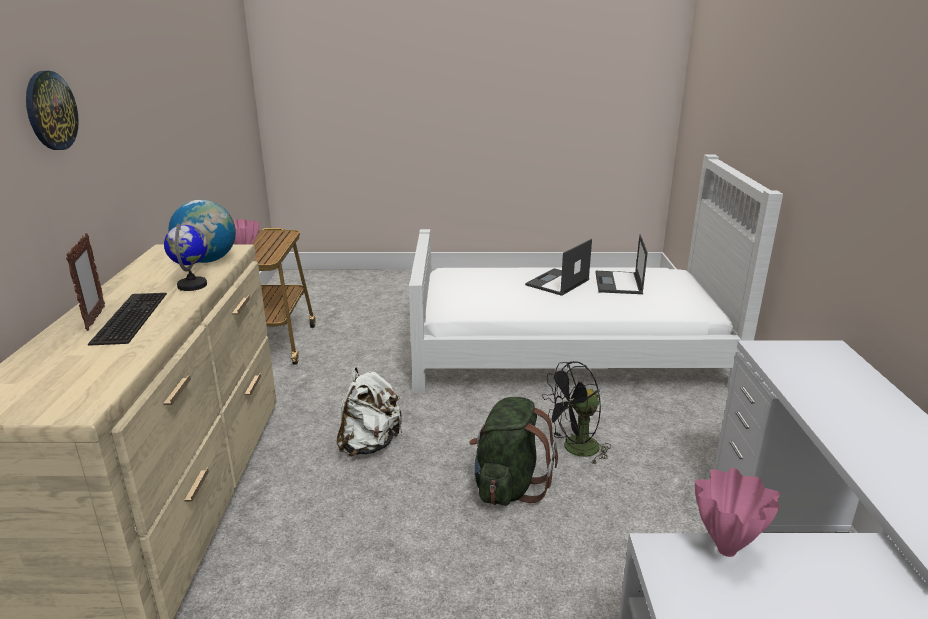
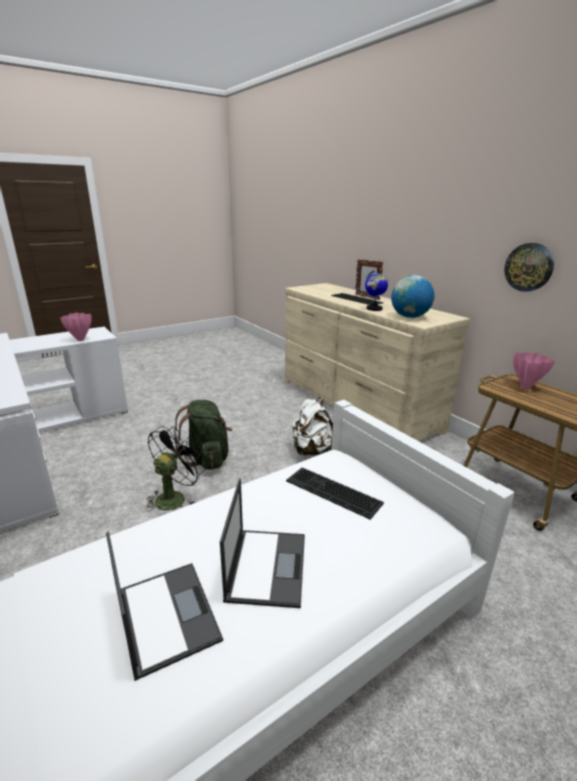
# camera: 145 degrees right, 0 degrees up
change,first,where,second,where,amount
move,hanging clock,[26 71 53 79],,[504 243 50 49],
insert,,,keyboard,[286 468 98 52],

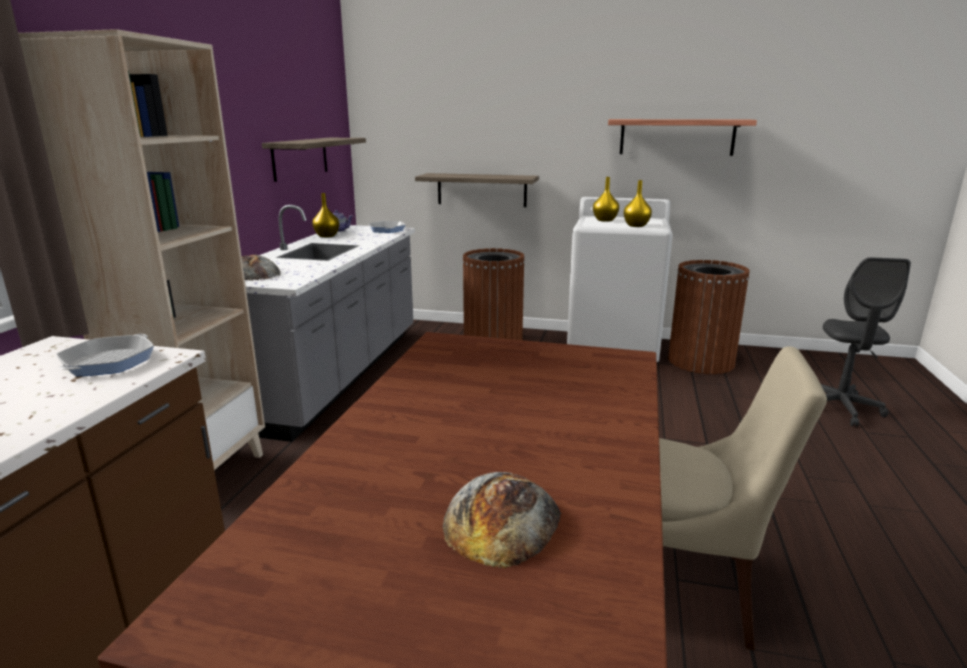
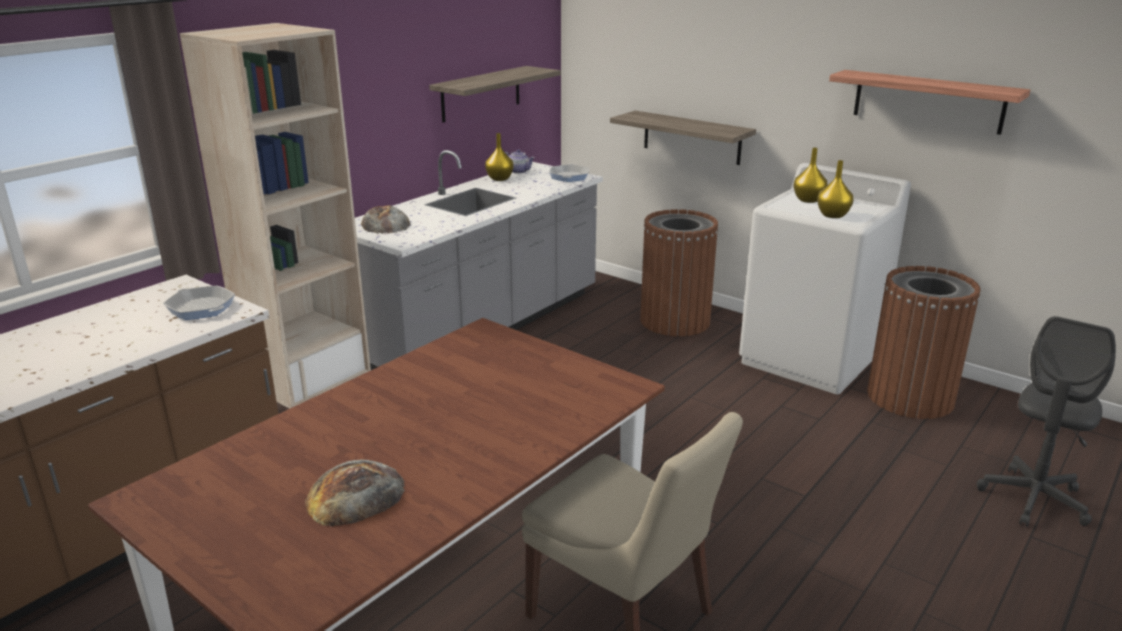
# camera: 25 degrees right, 5 degrees up
change,first,where,second,where,amount
rotate,frying pan,[56 334 98 42],,[163 286 72 34],90 degrees counterclockwise

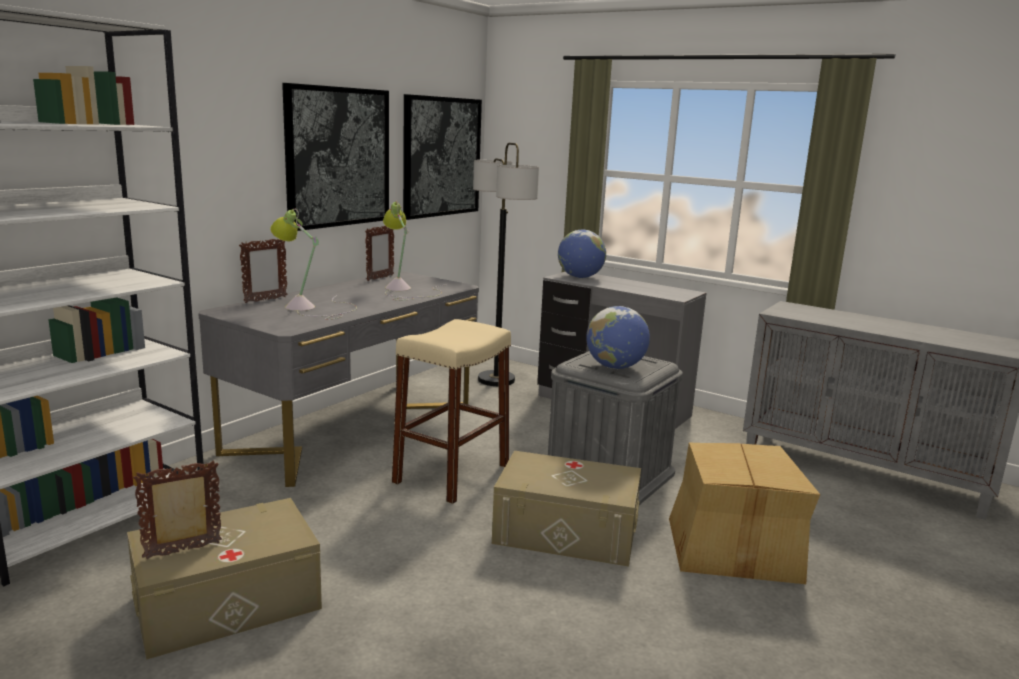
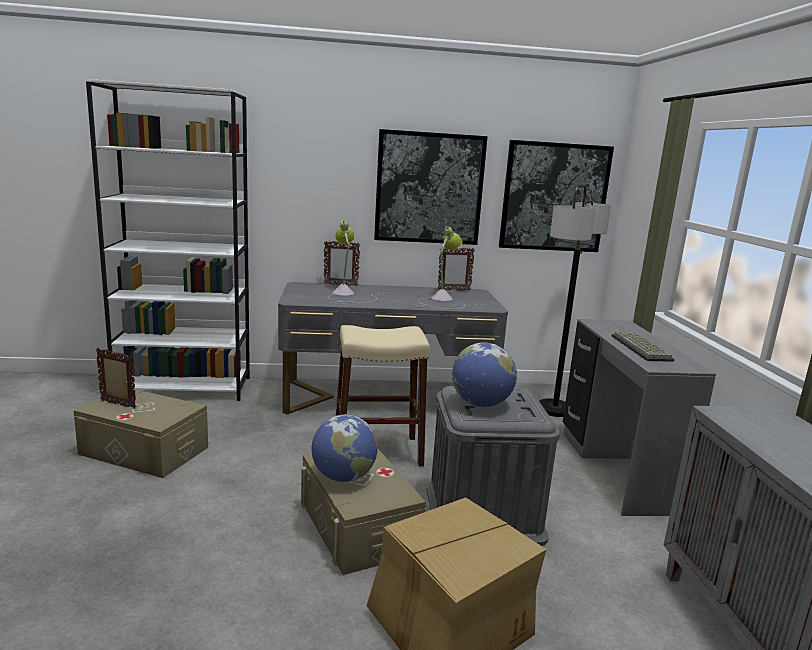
# camera: 50 degrees right, 0 degrees up
change,first,where,second,where,amount
move,world globe,[558 229 48 49],,[312 415 66 67],
insert,,,keyboard,[612 332 62 30],

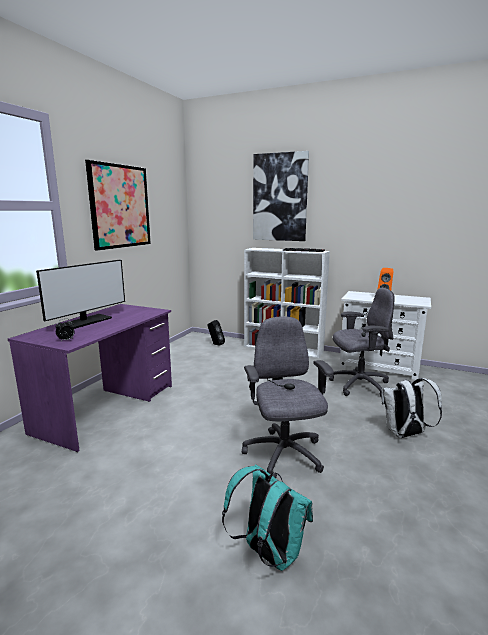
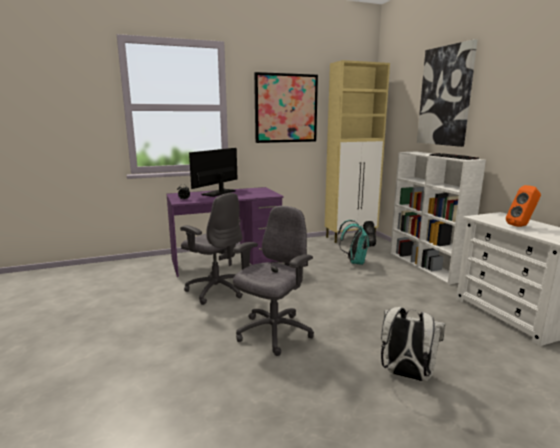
# camera: 45 degrees right, 0 degrees up
change,first,where,second,where,amount
rotate,computer display,[36 260 89 69],,[189 148 48 49],135 degrees clockwise
move,gray office chair,[329 288 66 108],,[180 193 63 112],
move,turquoise rucksack,[222 464 91 107],,[337 220 32 45],
insert,,,beige storage cabinet,[325 60 65 183],

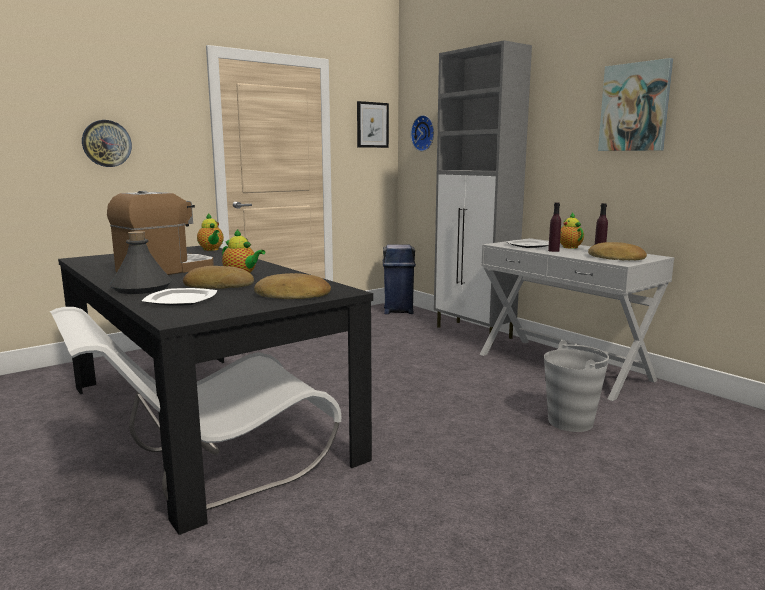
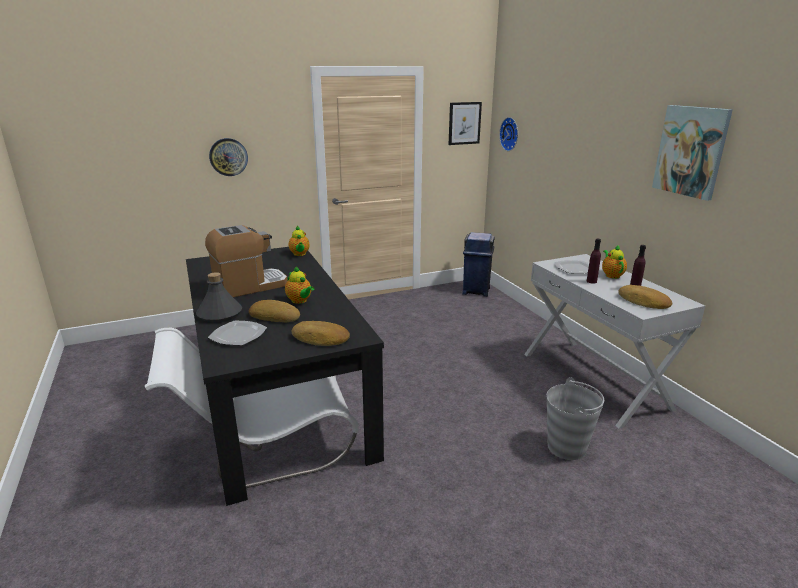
# camera: 15 degrees right, 10 degrees up
change,first,where,second,where,amount
delete,gray storage cabinet,[434 40 98 299],,,

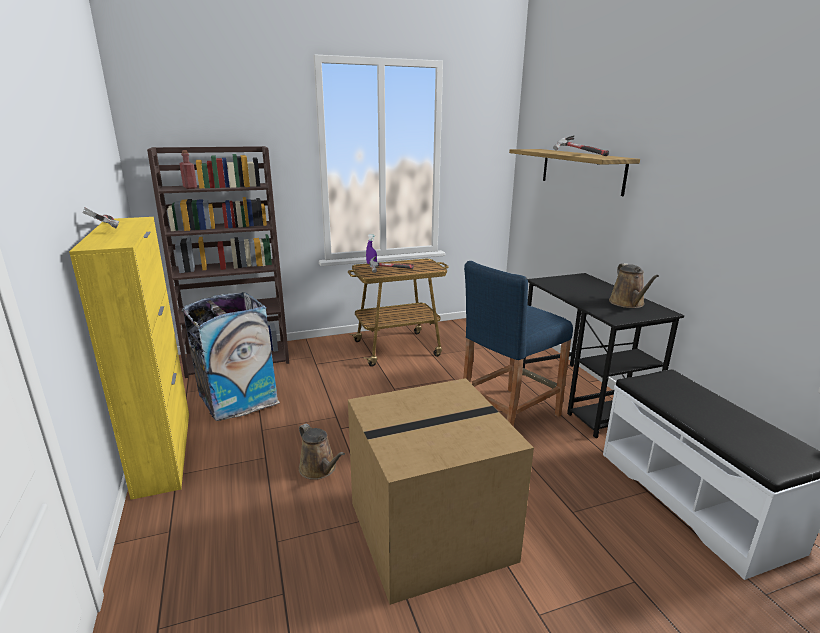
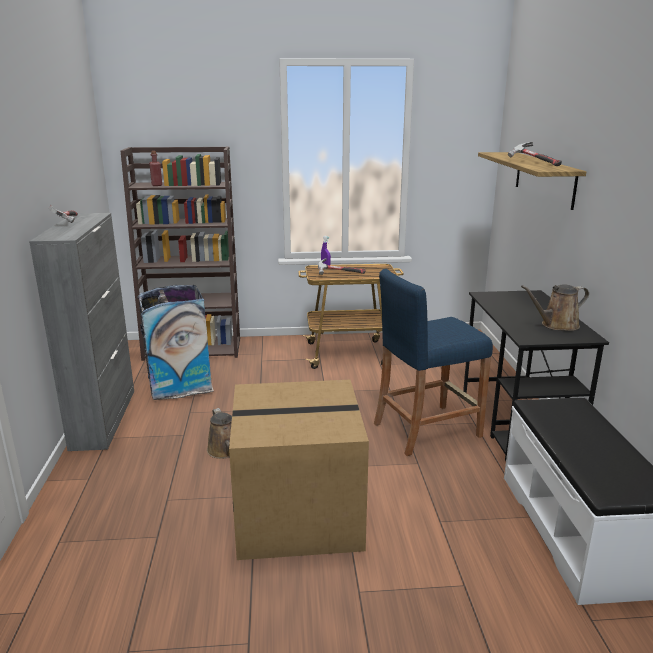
# camera: 15 degrees right, 0 degrees up
change,first,where,second,where,amount
recolor,yellowish storage cabinet,[69 217 120 283],gray storage cabinet,[29 213 105 238],
rotate,brownish watering can,[609 263 50 45],,[521 284 68 47],60 degrees clockwise

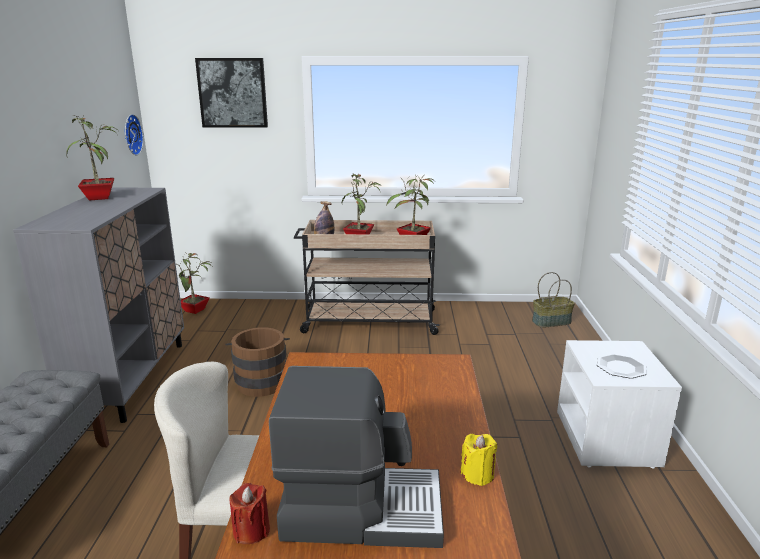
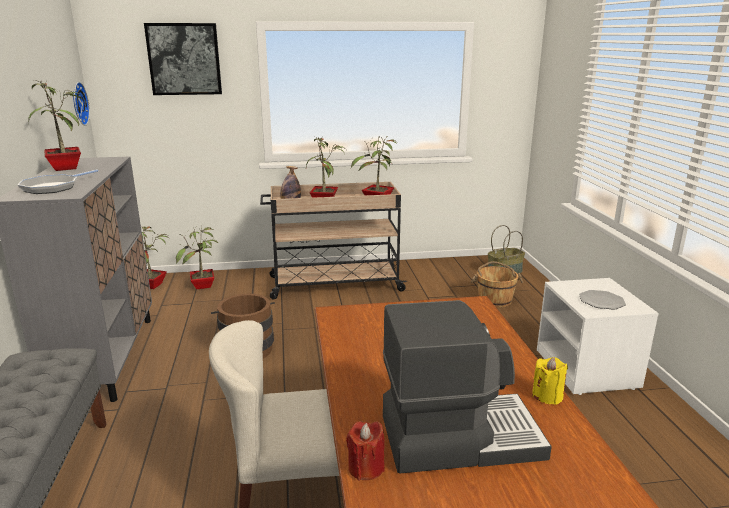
# camera: 10 degrees left, 0 degrees up
change,first,where,second,where,amount
insert,,,frying pan,[18 170 80 24],
insert,,,plant in a pot,[176 227 43 62],
insert,,,brownish water bucket,[471 261 53 47],

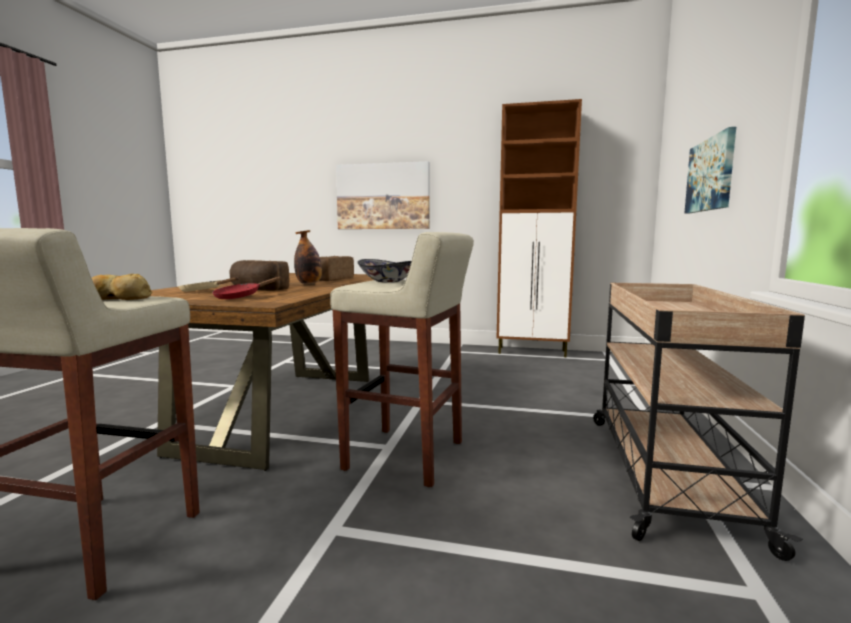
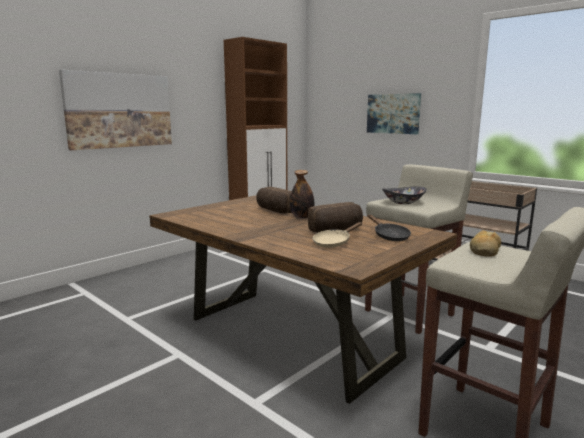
# camera: 60 degrees left, 5 degrees up
change,first,where,second,where,amount
recolor,red-coloured frying pan,[212 276 69 23],blackish frying pan,[368 215 43 26],

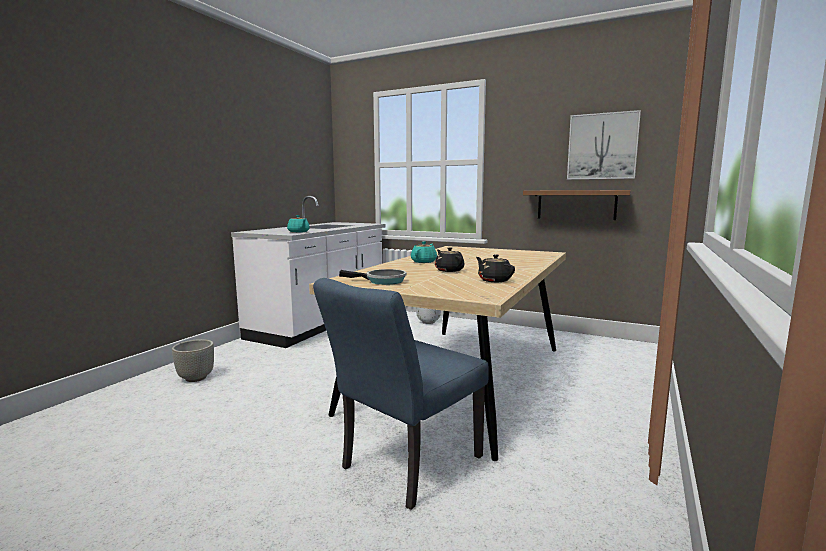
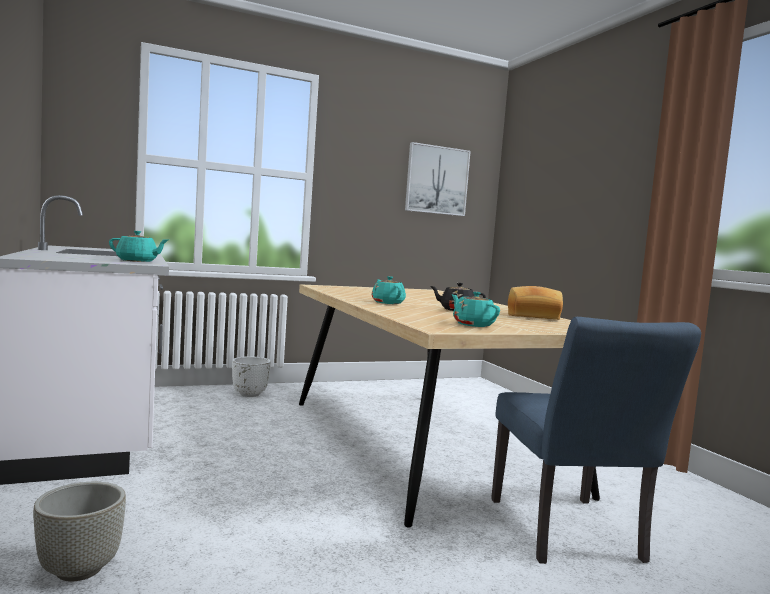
# camera: 50 degrees left, 5 degrees down
change,first,where,second,where,amount
delete,brownish shelf,[523 190 108 30],,,
replace,blackish tea pot,[476 254 39 28],bakery bread,[508 286 55 34],
replace,frying pan,[339 269 67 16],turquoise tea pot,[452 292 48 35],

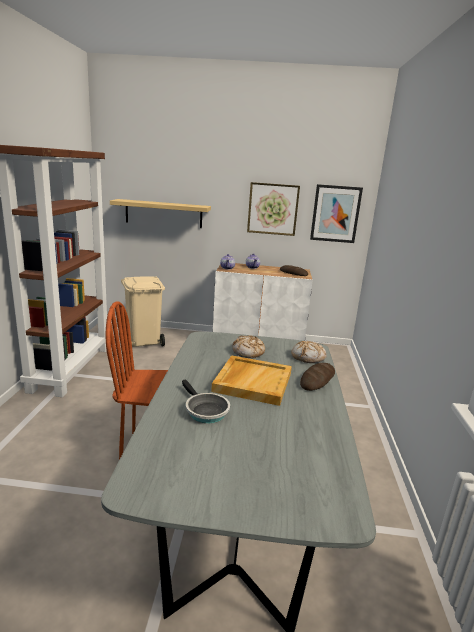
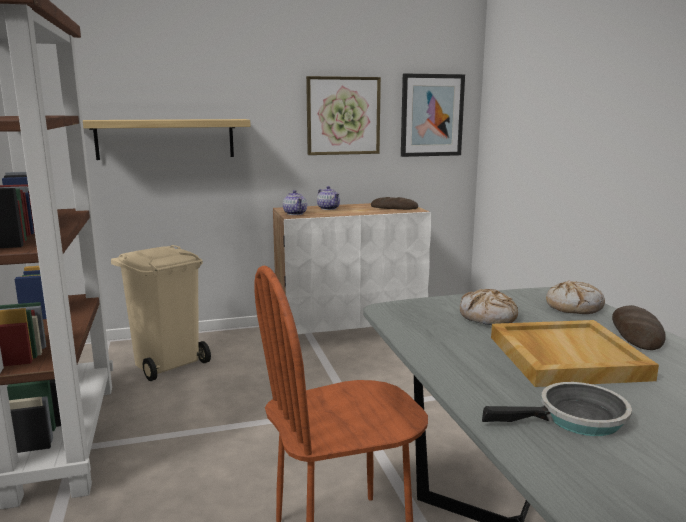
# camera: 20 degrees left, 5 degrees down
change,first,where,second,where,amount
rotate,frying pan,[182 379 48 44],,[482 382 150 54],45 degrees counterclockwise

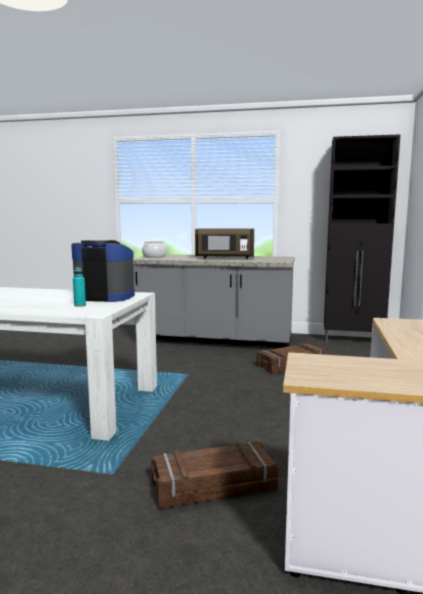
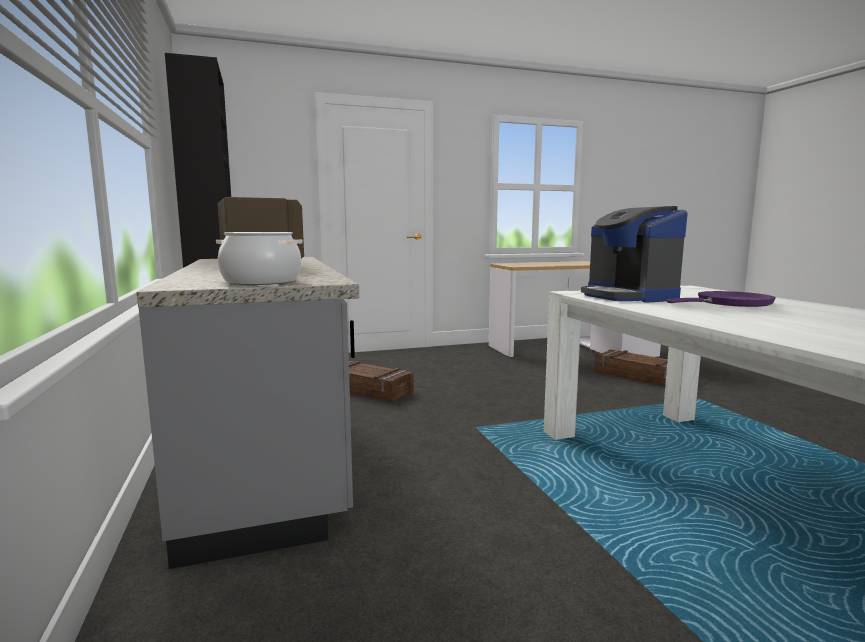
# camera: 120 degrees left, 0 degrees up
change,first,where,second,where,amount
delete,turquoise bottle,[73 267 13 40],,,
insert,,,purple-coloured frying pan,[667 291 109 16],

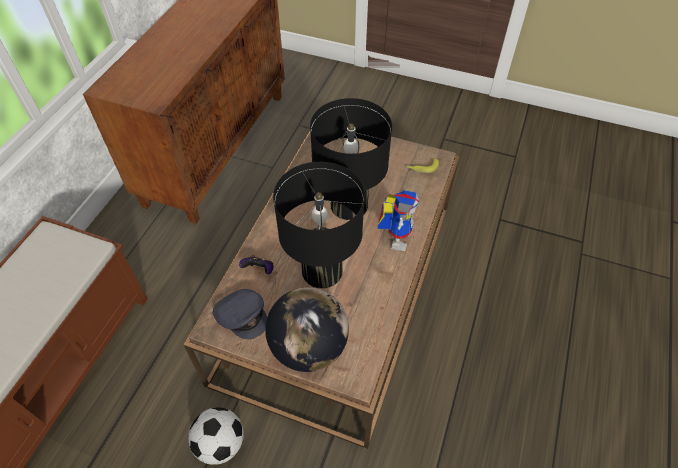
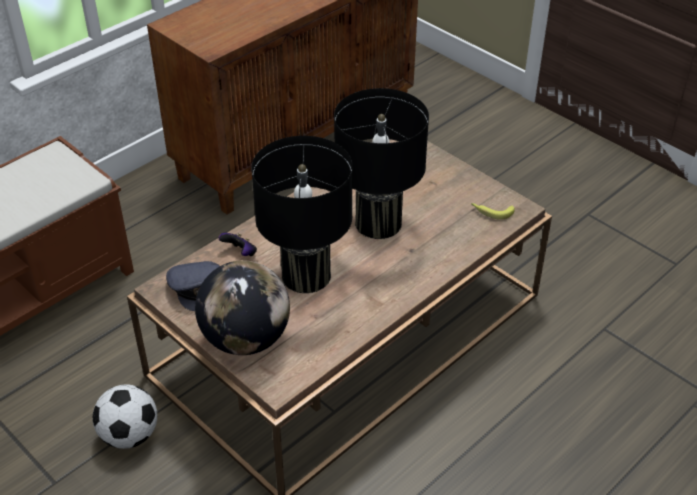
# camera: 25 degrees right, 10 degrees down
change,first,where,second,where,amount
delete,robot figure,[377 190 42 61],,,

